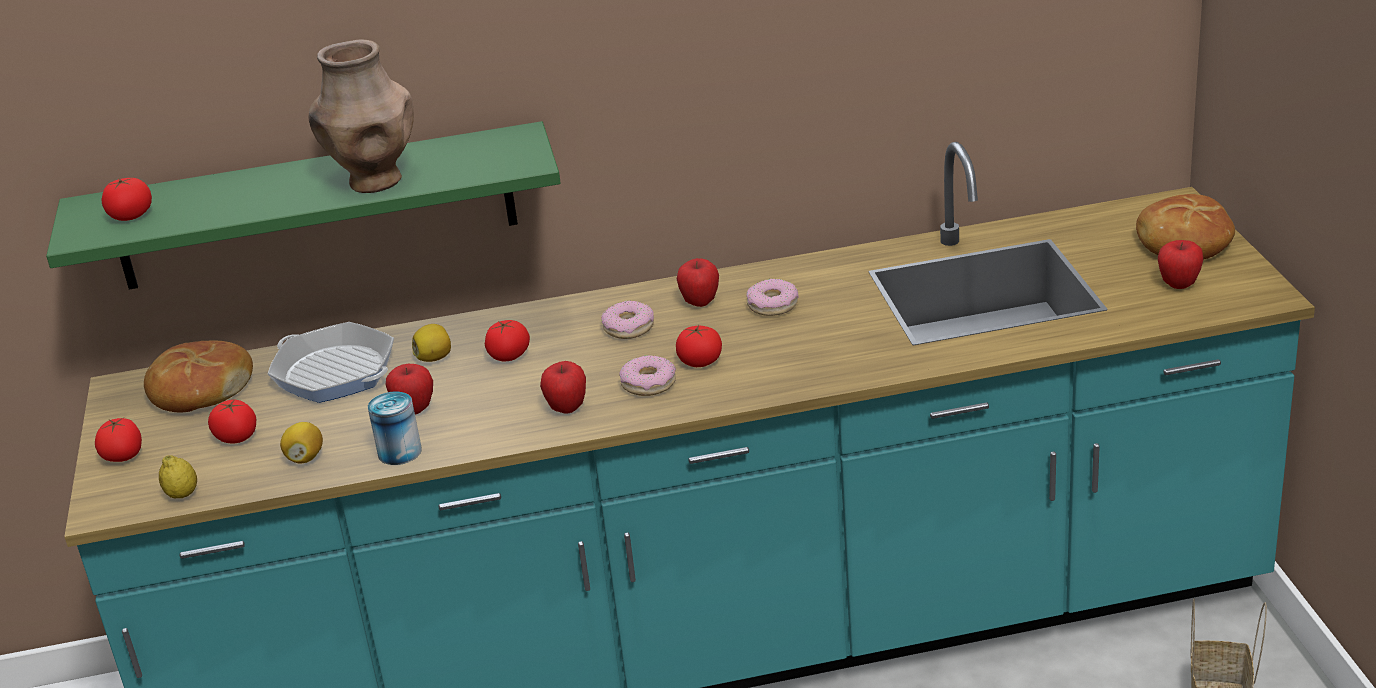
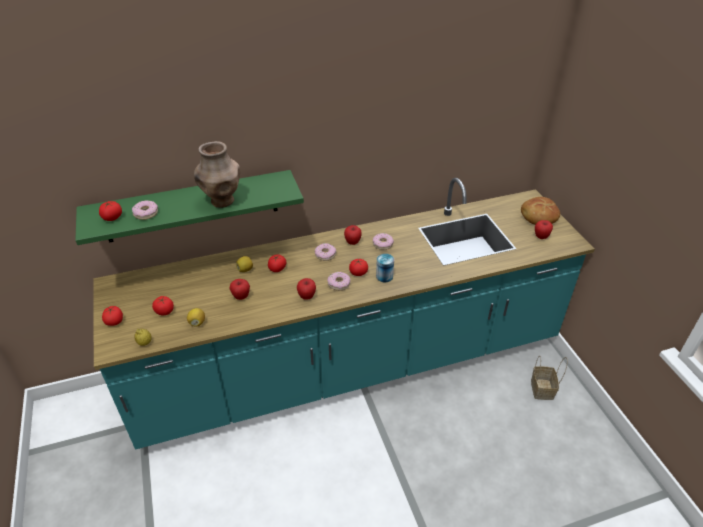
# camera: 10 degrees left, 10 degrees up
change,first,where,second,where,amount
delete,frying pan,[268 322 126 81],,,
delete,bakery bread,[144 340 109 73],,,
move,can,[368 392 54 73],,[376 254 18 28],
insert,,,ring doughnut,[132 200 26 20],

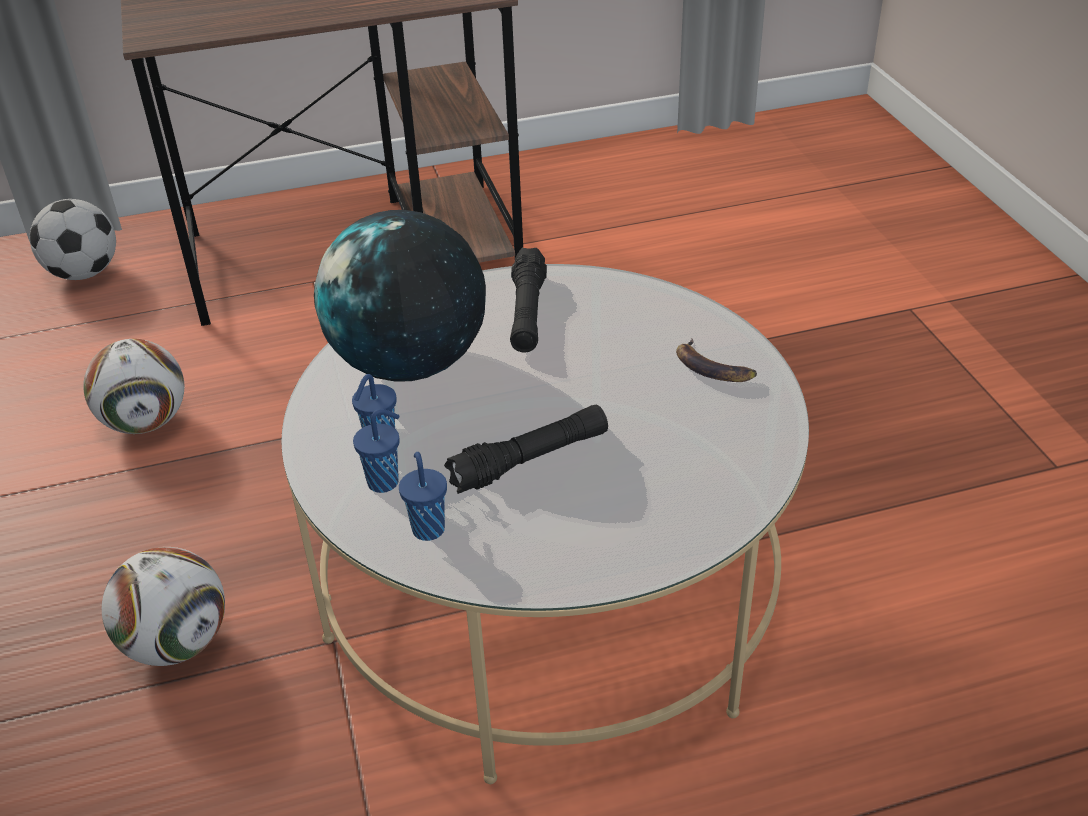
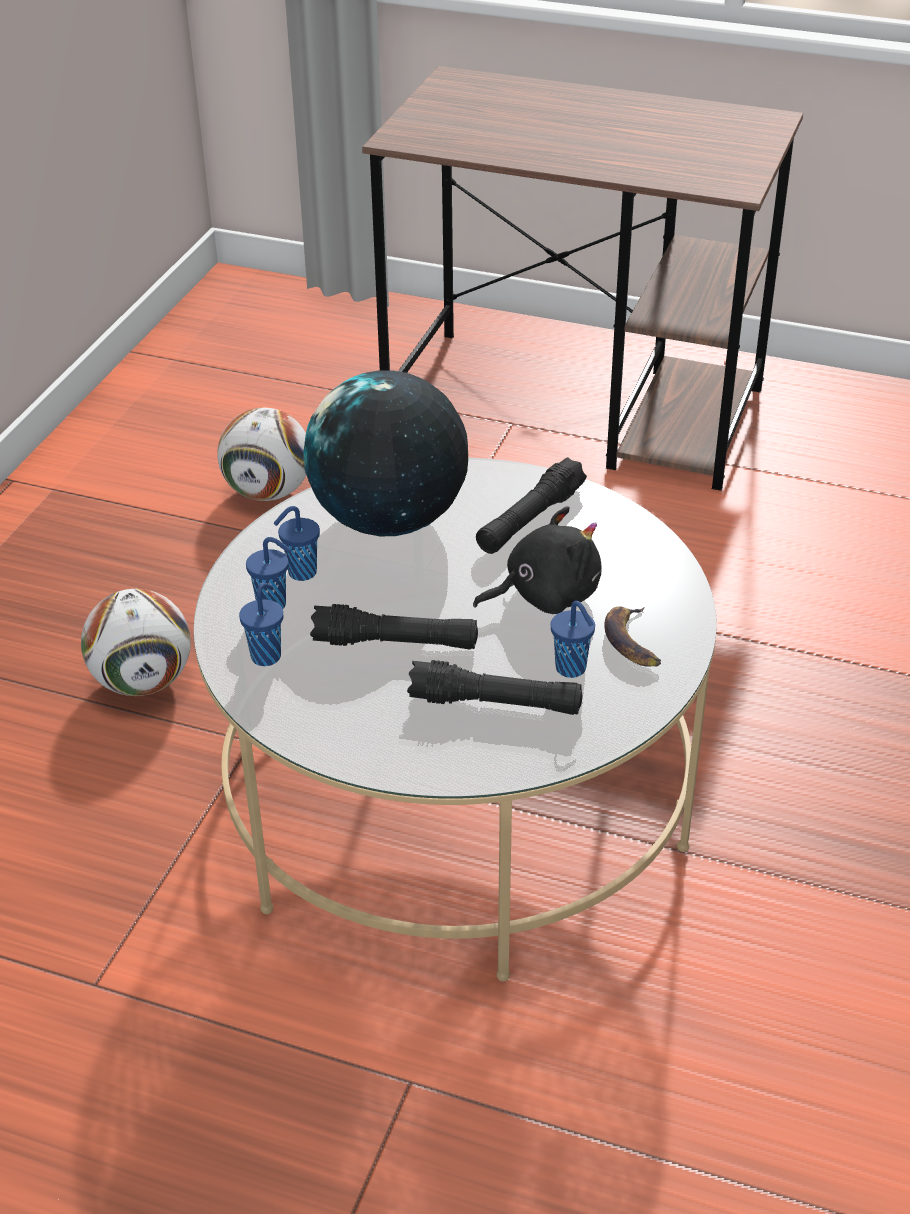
# camera: 35 degrees right, 0 degrees up
change,first,where,second,where,amount
delete,ball for football,[30 199 86 81],,,
insert,,,blackish plush toy,[473 506 129 108],
insert,,,blue drinking cup,[551 601 44 77],
insert,,,blackish hand torch,[407 660 175 55],

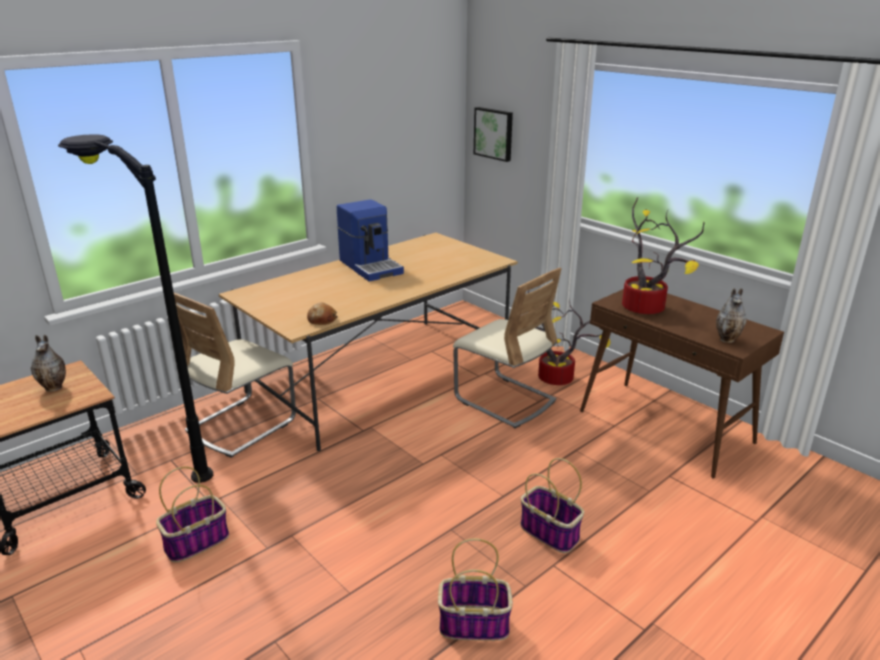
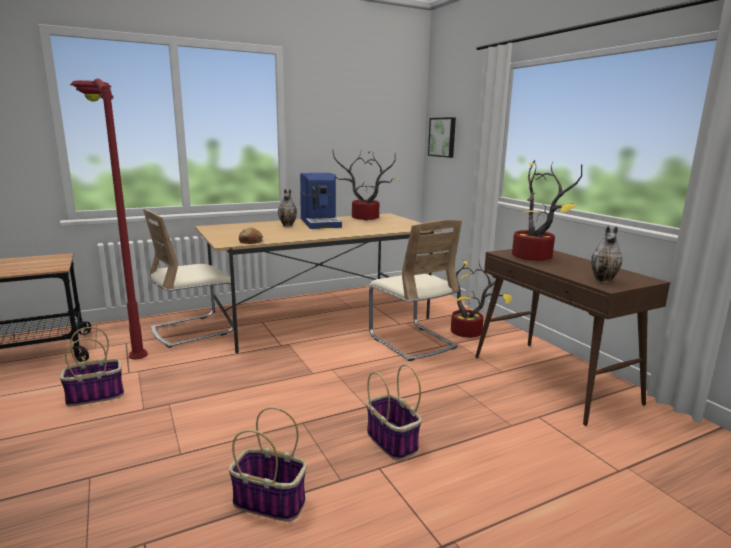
# camera: 15 degrees right, 10 degrees down
change,first,where,second,where,amount
recolor,blackish standard lamp,[58 134 155 349],red-coloured standard lamp,[70 78 78 281],
move,vase,[31 335 35 57],,[278 189 19 38],
insert,,,plant in a pot,[333 151 67 69],

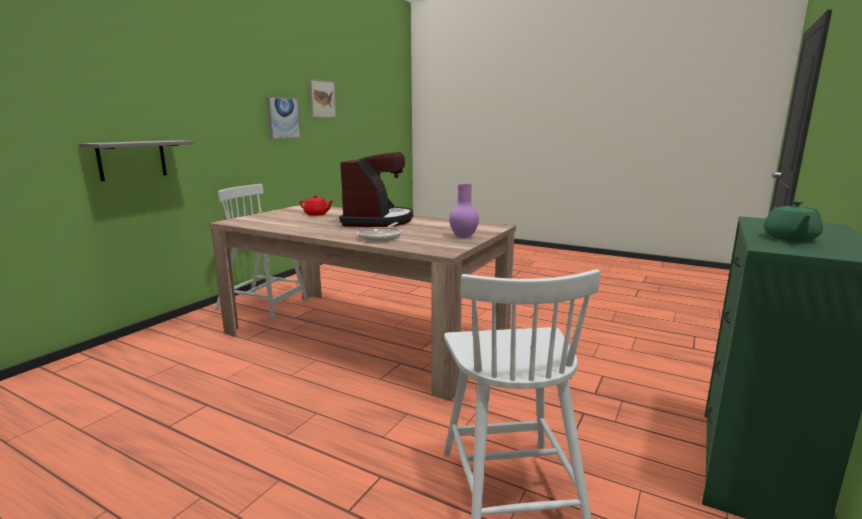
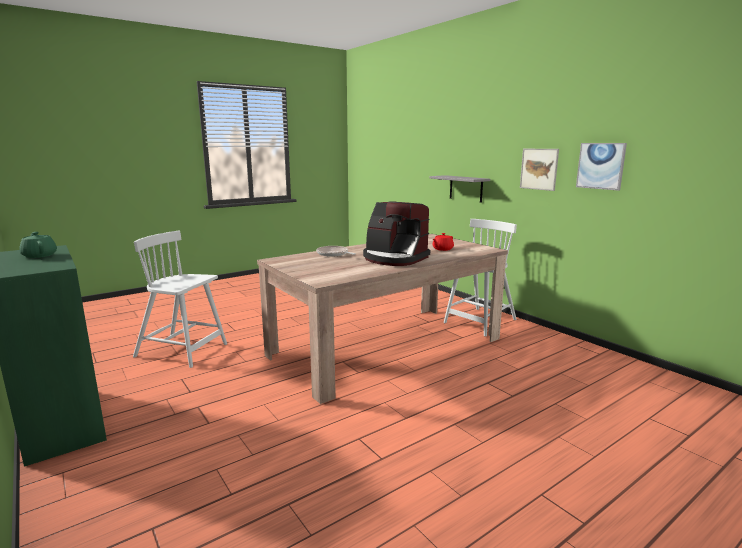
# camera: 115 degrees right, 0 degrees up
change,first,where,second,where,amount
move,wall art,[309 79 28 39],,[520 149 39 42],
delete,purple-coloured vase,[449 184 30 54],,,

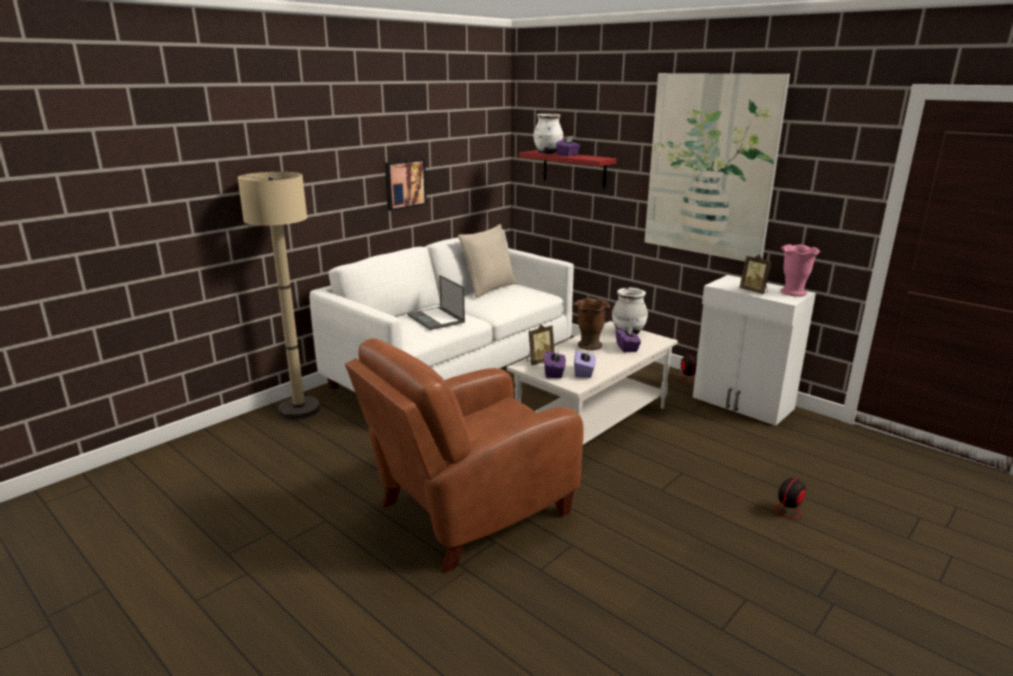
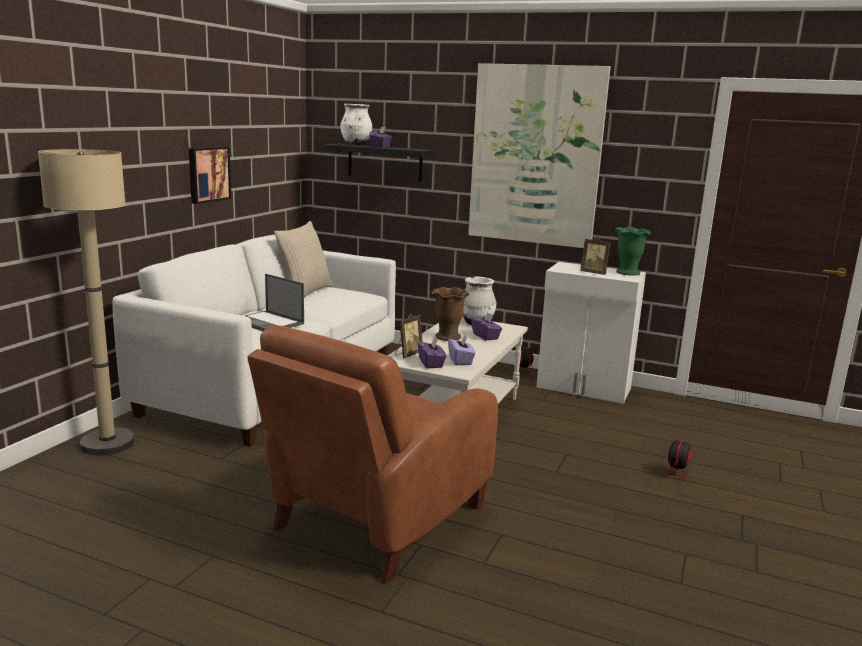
# camera: 20 degrees left, 5 degrees down
change,first,where,second,where,amount
recolor,red-coloured shelf,[519 150 98 39],blackish shelf,[324 143 110 39],
recolor,pinkish vase,[781 244 40 52],green-coloured vase,[615 227 35 49],

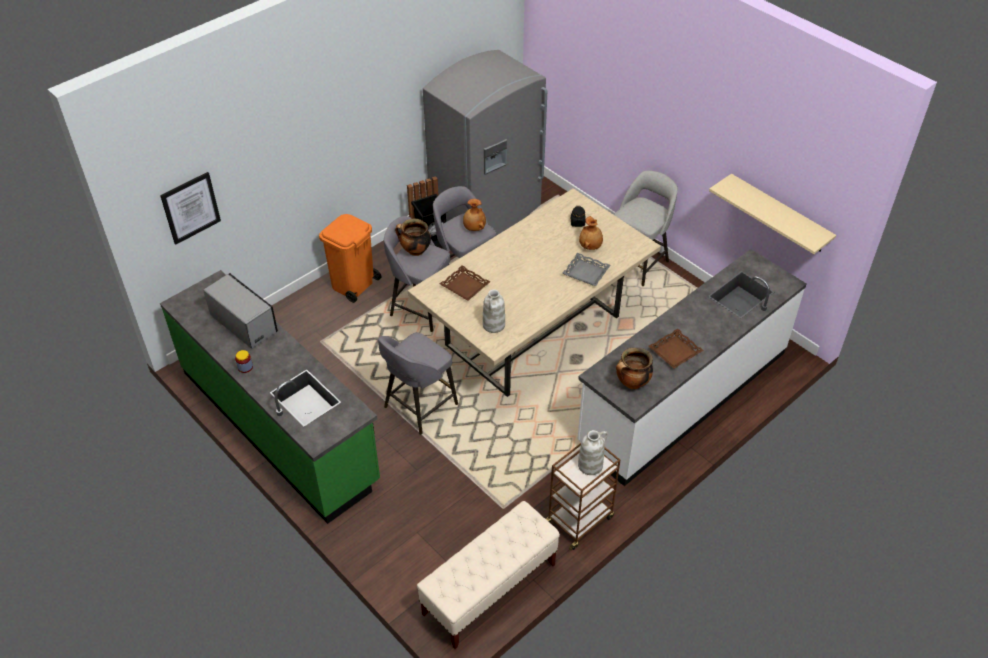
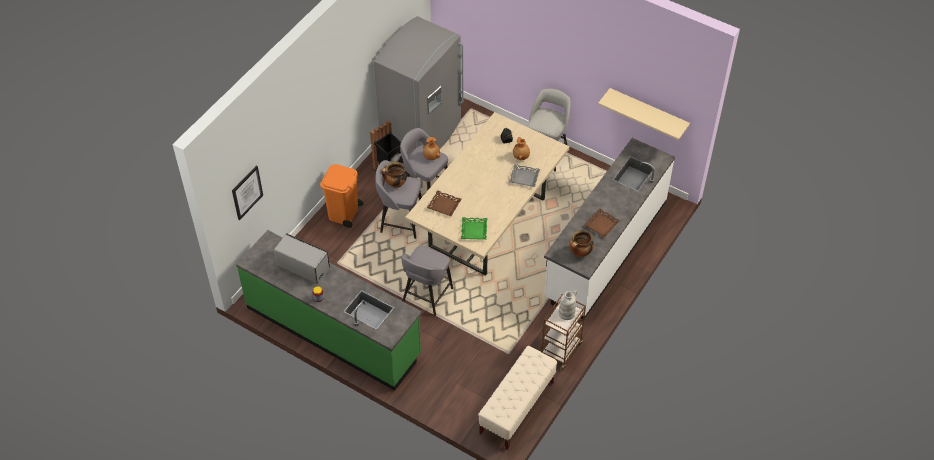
# camera: 15 degrees left, 5 degrees up
change,first,where,second,where,amount
replace,white-coloured vase,[483 289 22 44],green-coloured tray,[461 217 26 23],

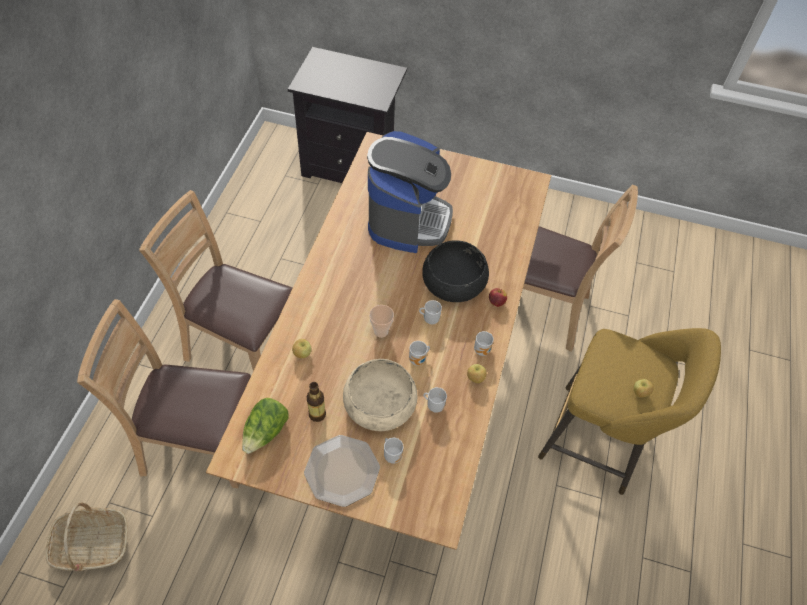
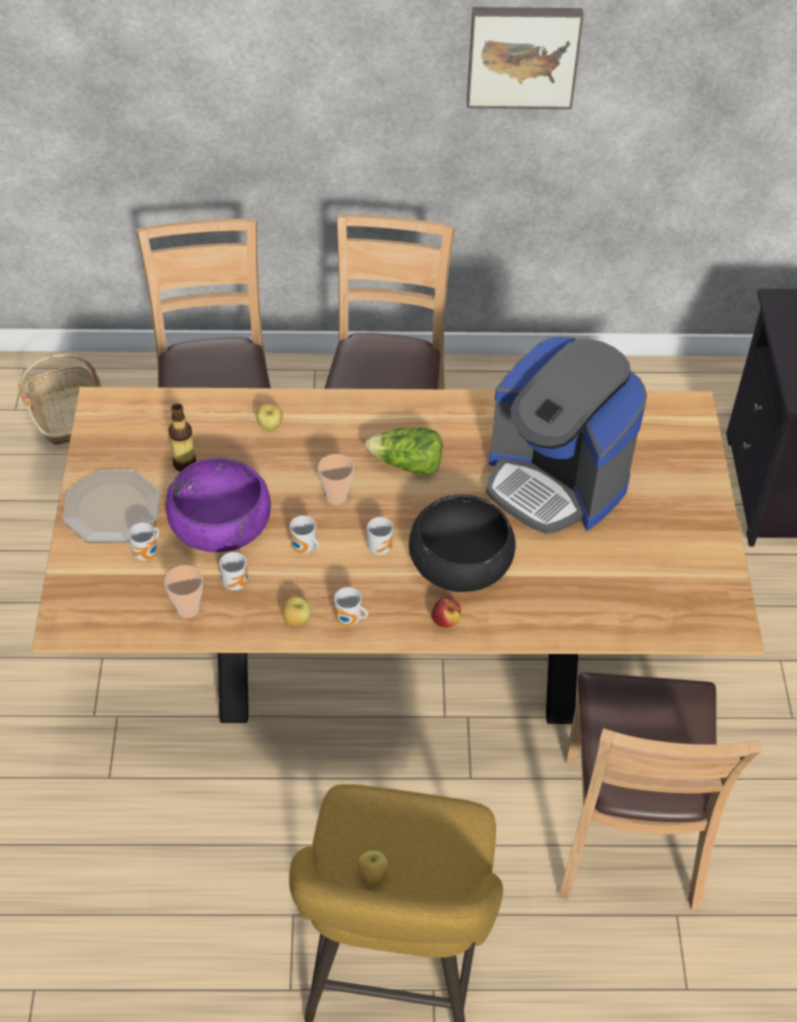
# camera: 75 degrees right, 5 degrees down
change,first,where,second,where,amount
rotate,coffee maker,[367 131 86 122],,[486 337 161 197],45 degrees clockwise
recolor,beige serving bowl,[343 359 74 72],purple-coloured serving bowl,[166 458 105 94],
move,head of lettuce,[242 398 47 56],,[365 428 77 47],
insert,,,wall art,[467 7 117 102],
insert,,,drinking cup,[164 565 39 53],

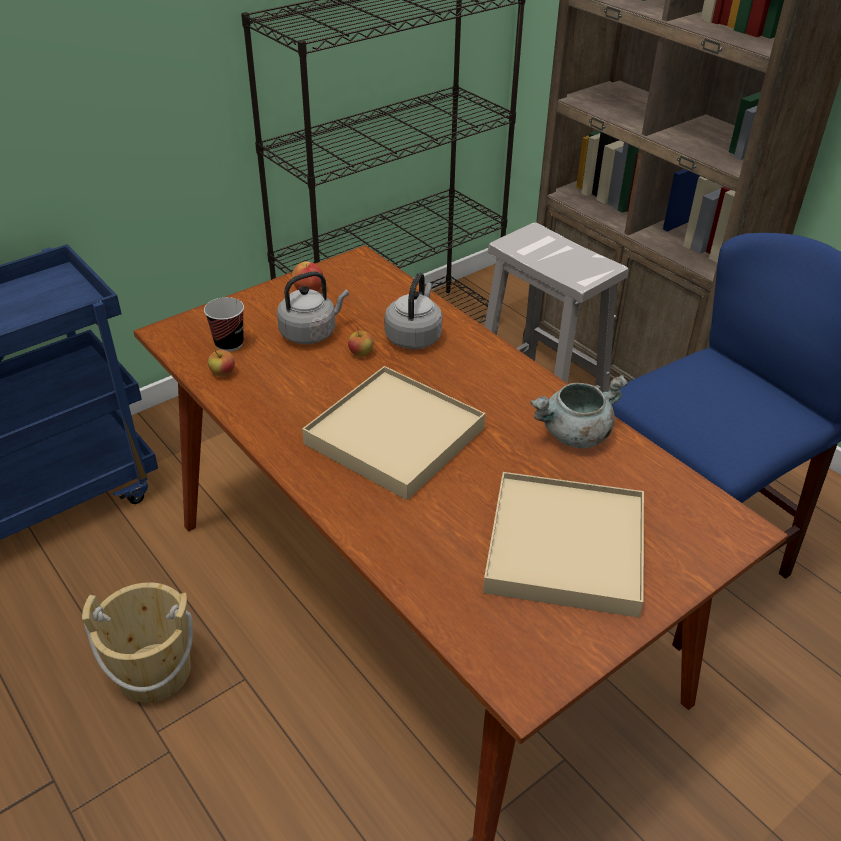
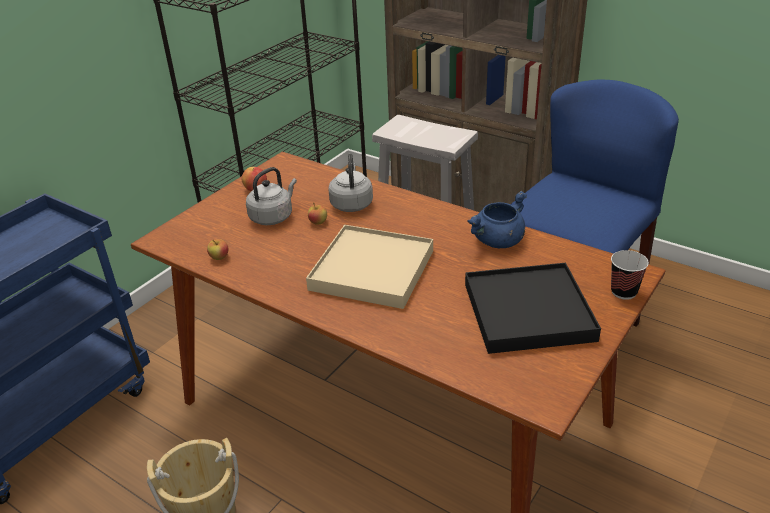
# camera: 15 degrees left, 5 degrees down
change,first,where,second,where,amount
move,drinking cup,[204 297 40 55],,[611 250 38 50],
recolor,gray cooking pot,[530 375 98 73],blue cooking pot,[467 191 60 57],
recolor,beige tray,[483 472 161 145],blackish tray,[465 263 136 91],

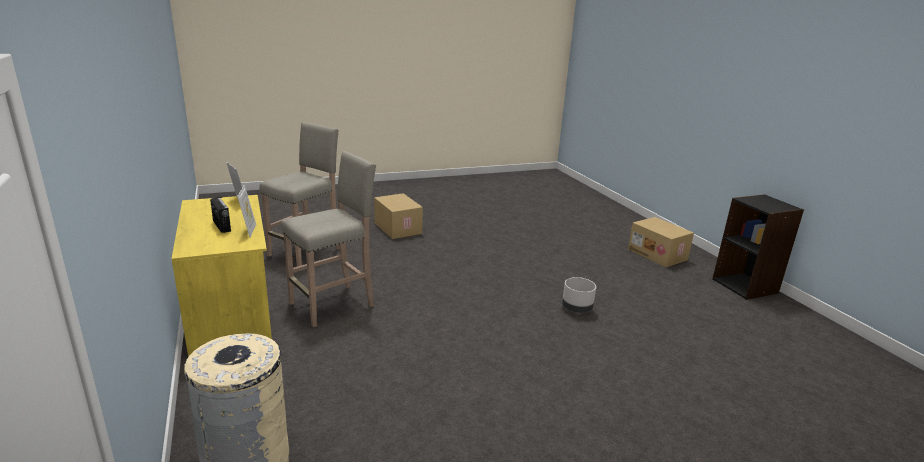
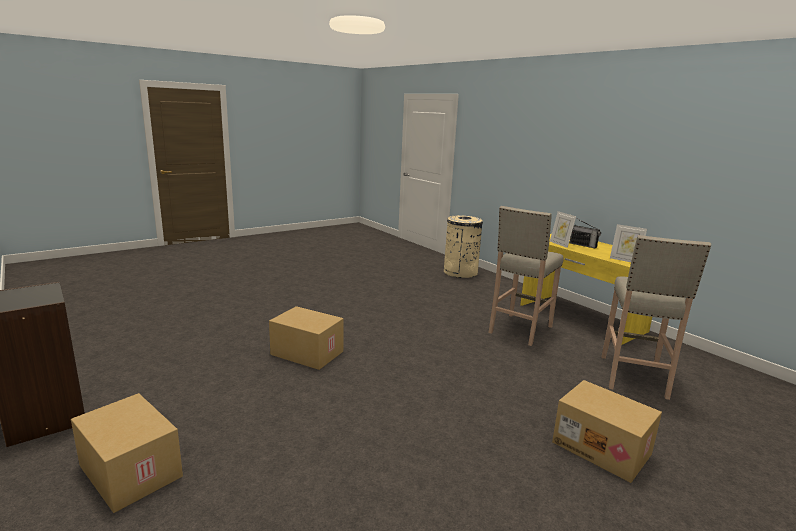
# camera: 165 degrees right, 5 degrees down
change,first,where,second,where,amount
replace,gray plant pot,[562 277 34 36],carton,[269 306 75 64],

